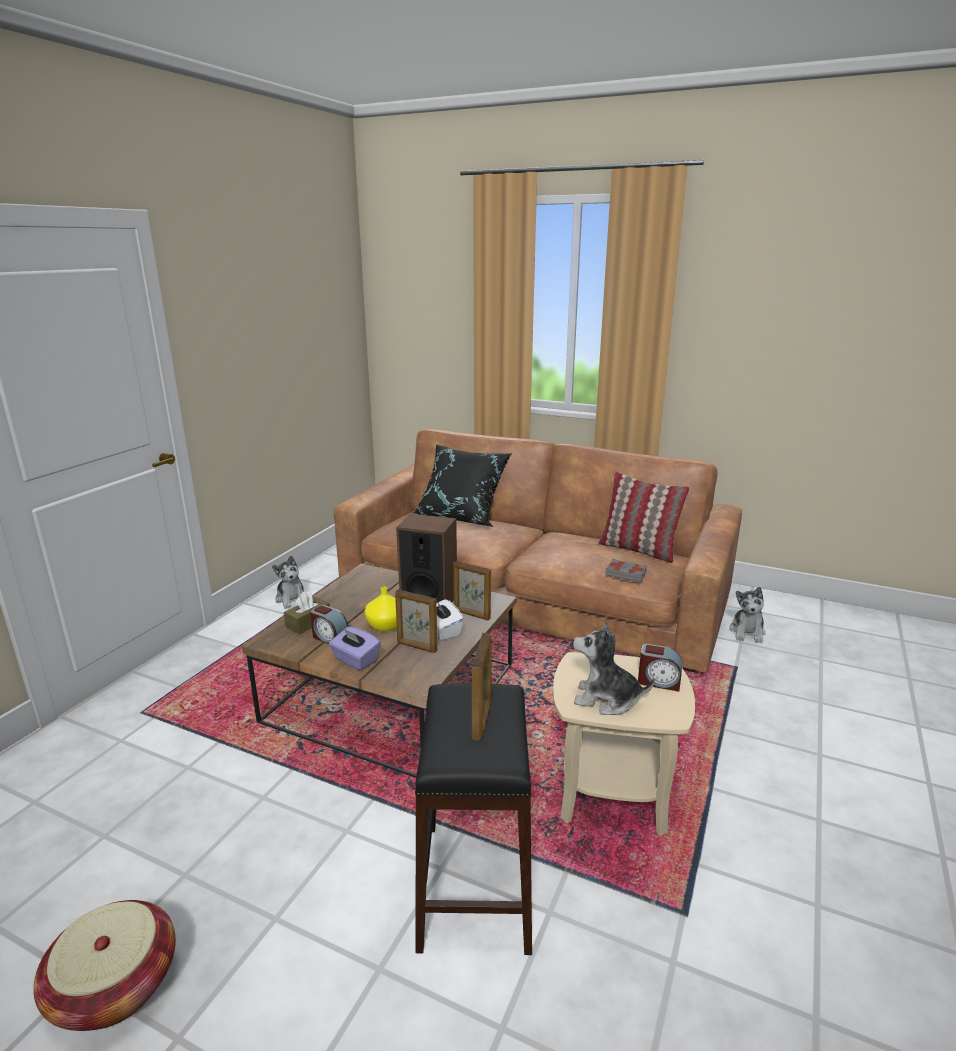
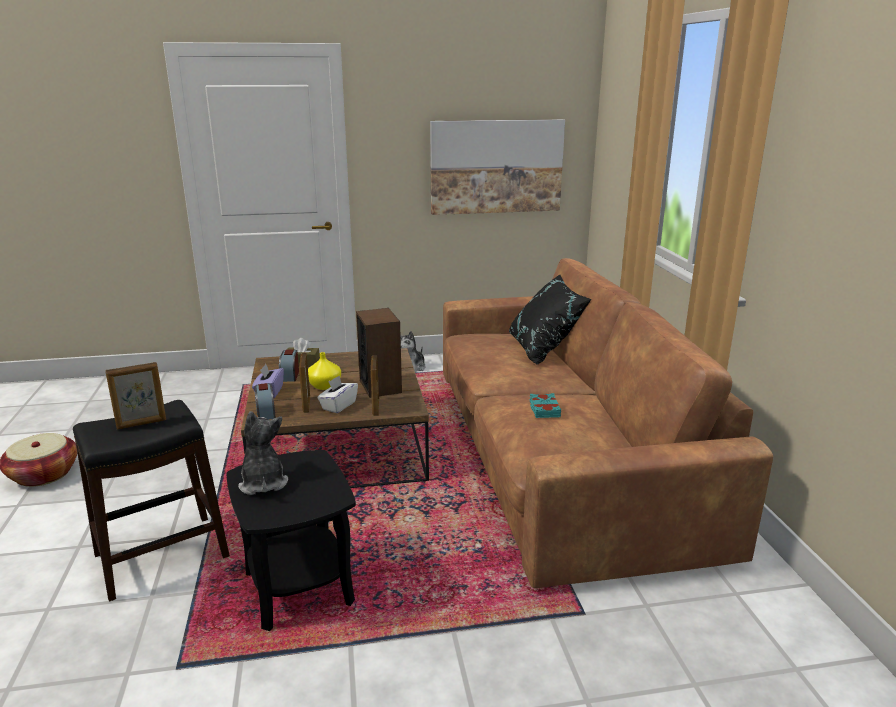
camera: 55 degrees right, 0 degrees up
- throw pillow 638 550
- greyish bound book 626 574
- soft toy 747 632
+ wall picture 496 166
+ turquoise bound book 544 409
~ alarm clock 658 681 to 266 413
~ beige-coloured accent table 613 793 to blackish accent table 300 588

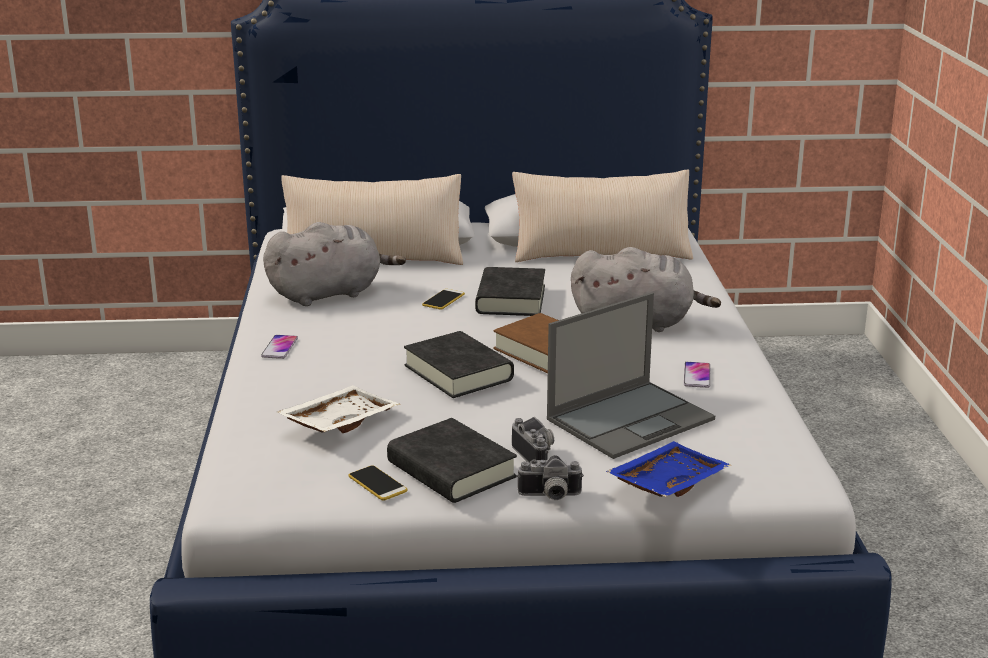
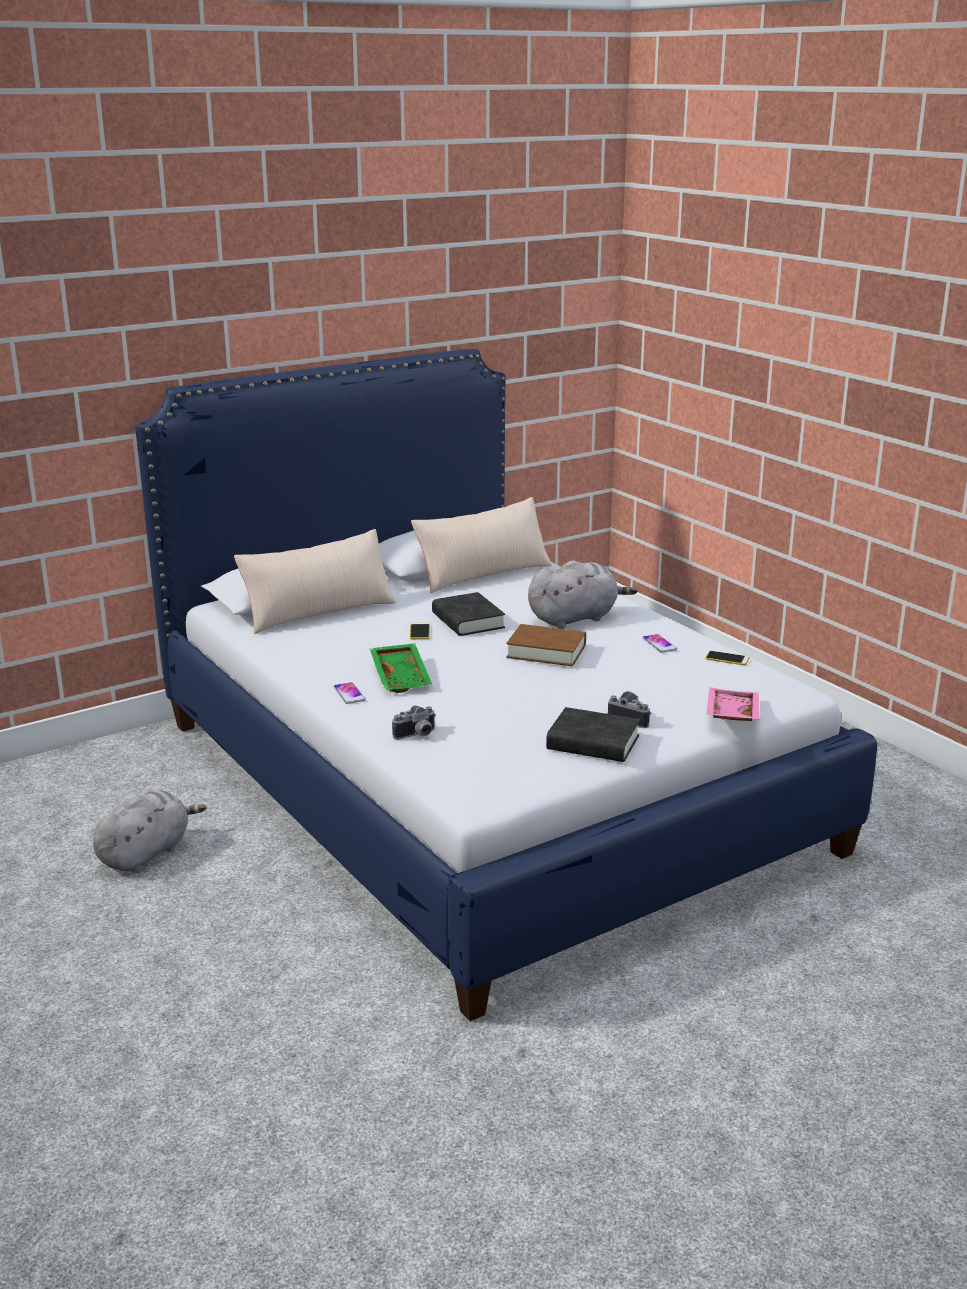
camera: 30 degrees left, 0 degrees up
- whitish carrying tray 338 422
- blackish bound book 458 373
- portable computer 631 419
+ green carrying tray 402 677
~ greyish soft toy 329 293 to 146 853
~ phone 377 484 to 727 659
~ still camera 550 496 to 417 735
~ bluish carrying tray 666 483 to pink-coloured carrying tray 730 714

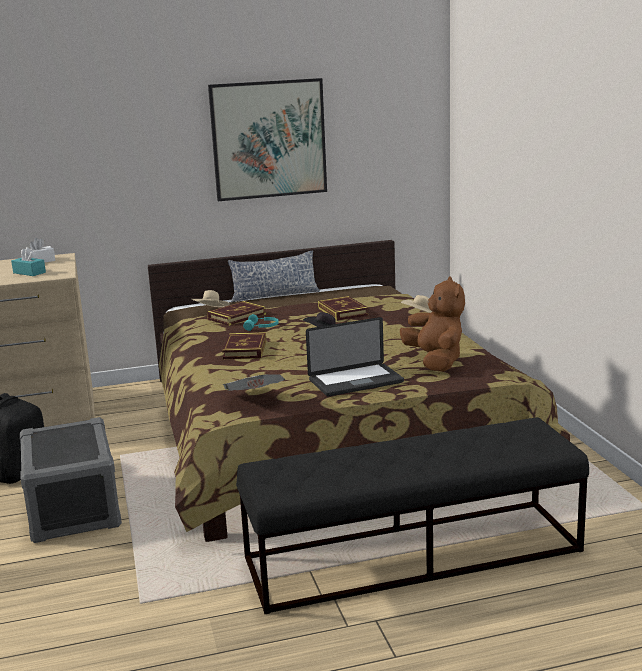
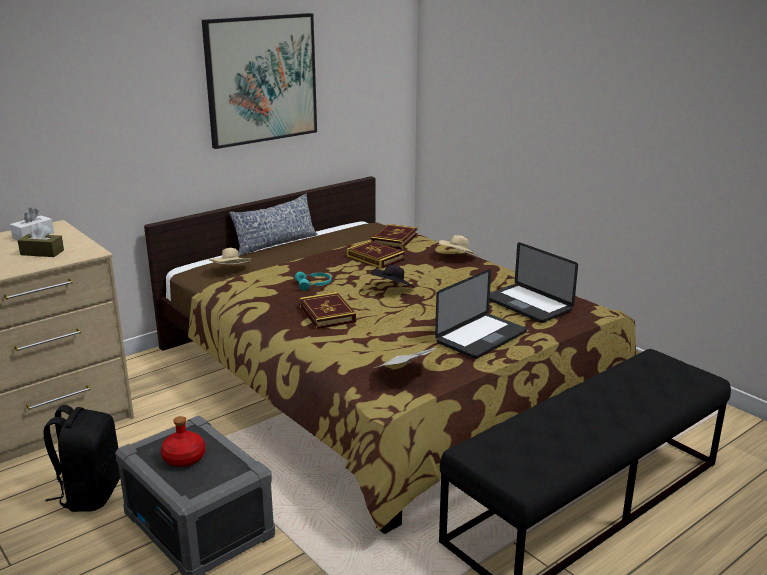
camera: 25 degrees left, 5 degrees up
+ red bottle 184 459
~ bound book 237 316 to 394 240
~ brownish soft toy 435 361 to portable computer 528 304
~ turquoise tissue holder 29 273 to brownish tissue holder 42 252

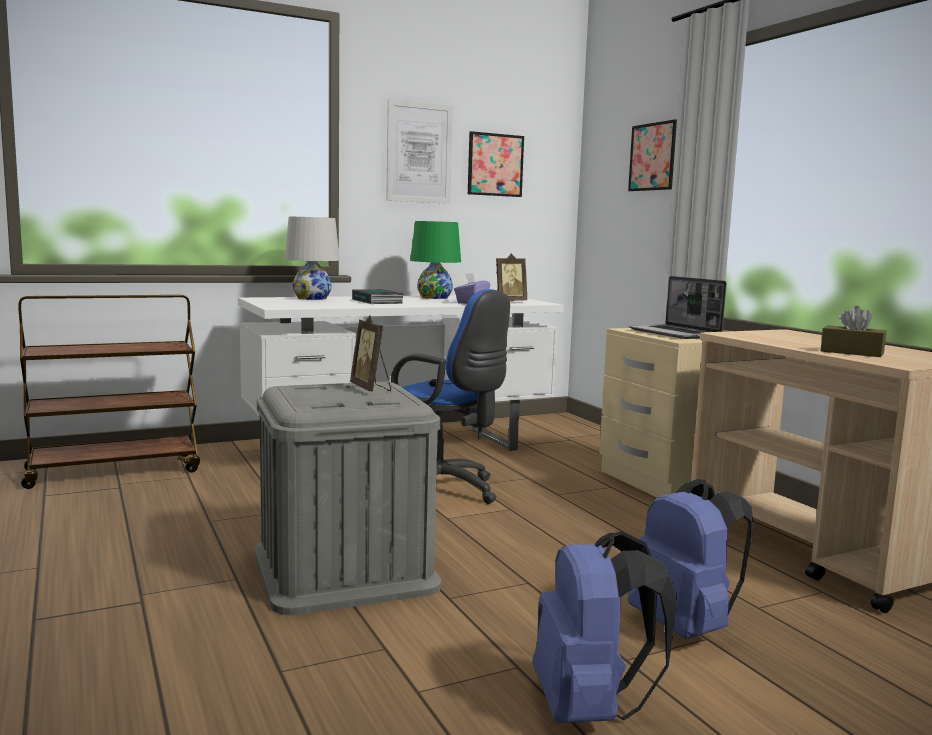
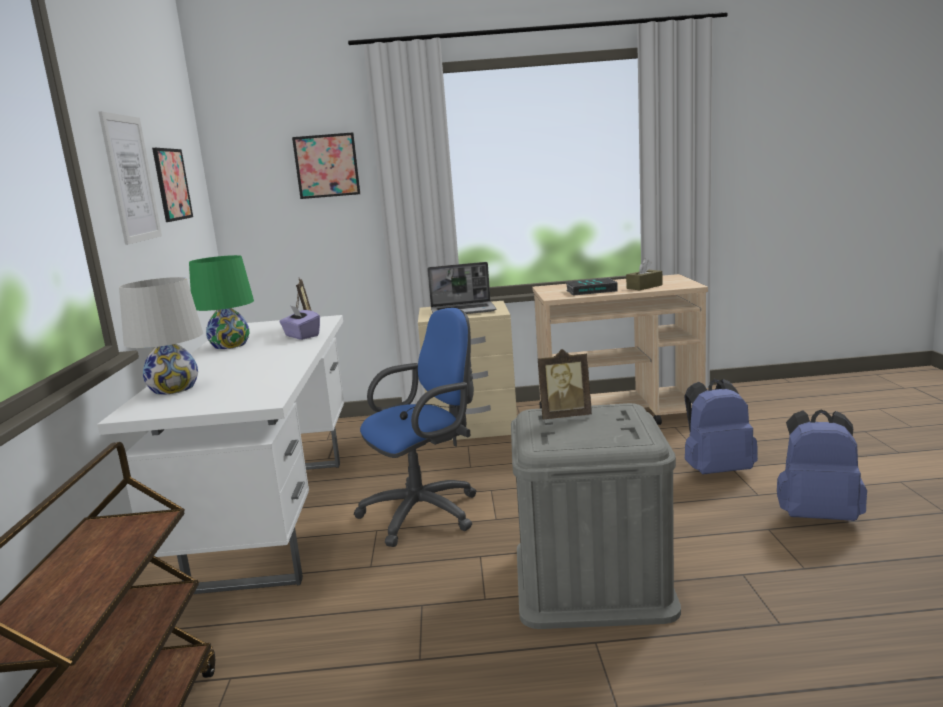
camera: 65 degrees left, 5 degrees up
~ bound book 378 301 to 591 290

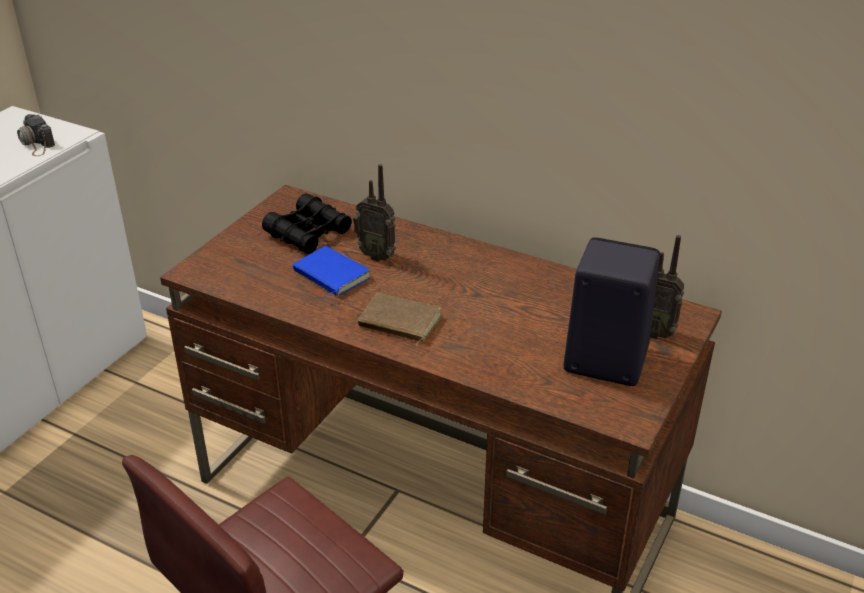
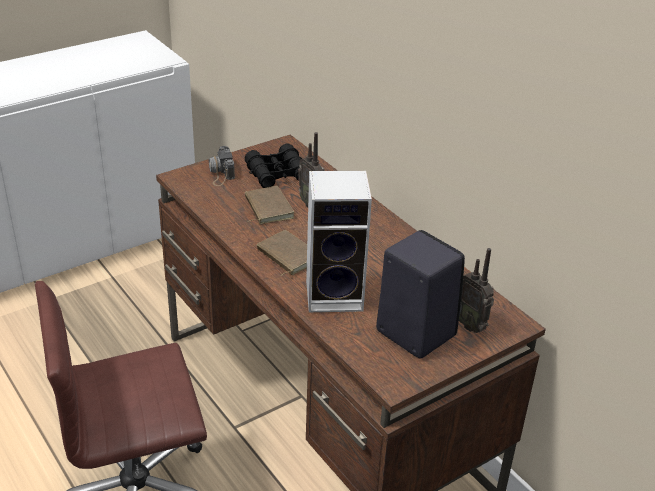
camera: 25 degrees right, 0 degrees up
+ loudspeaker 336 295
~ still camera 36 143 to 221 172
~ bluish bound book 329 276 to brownish bound book 267 208

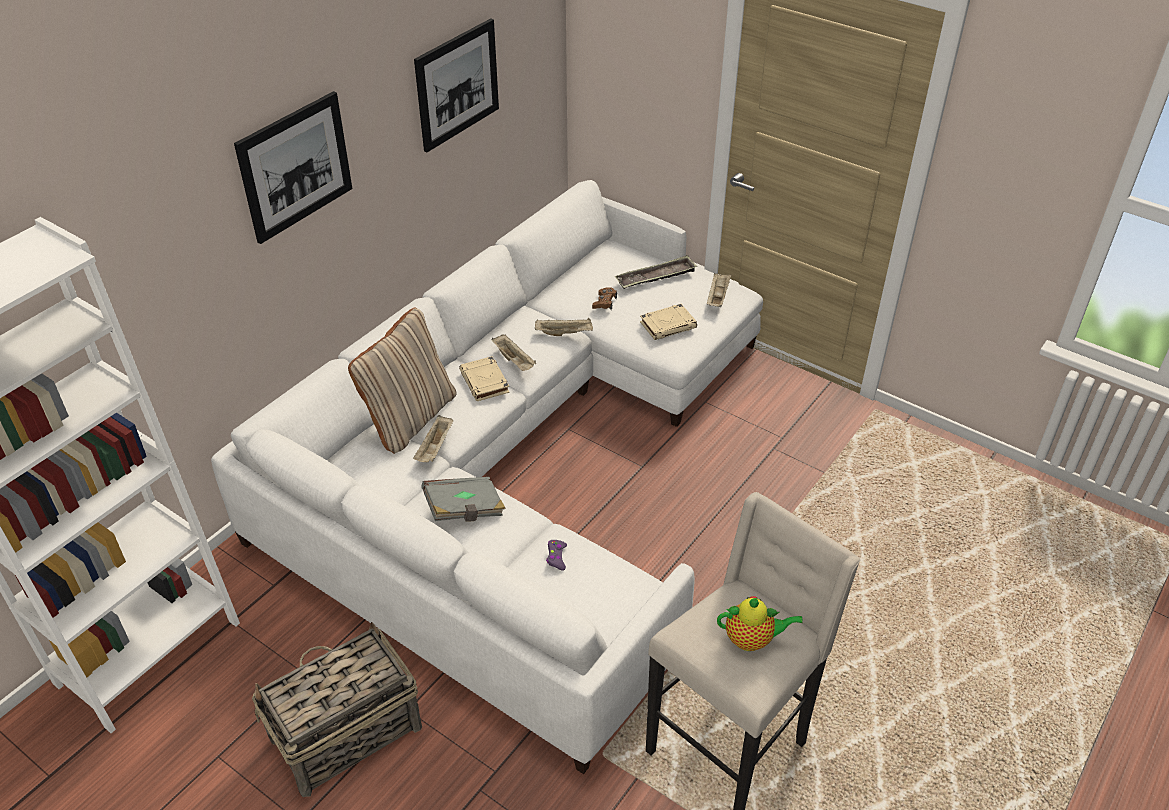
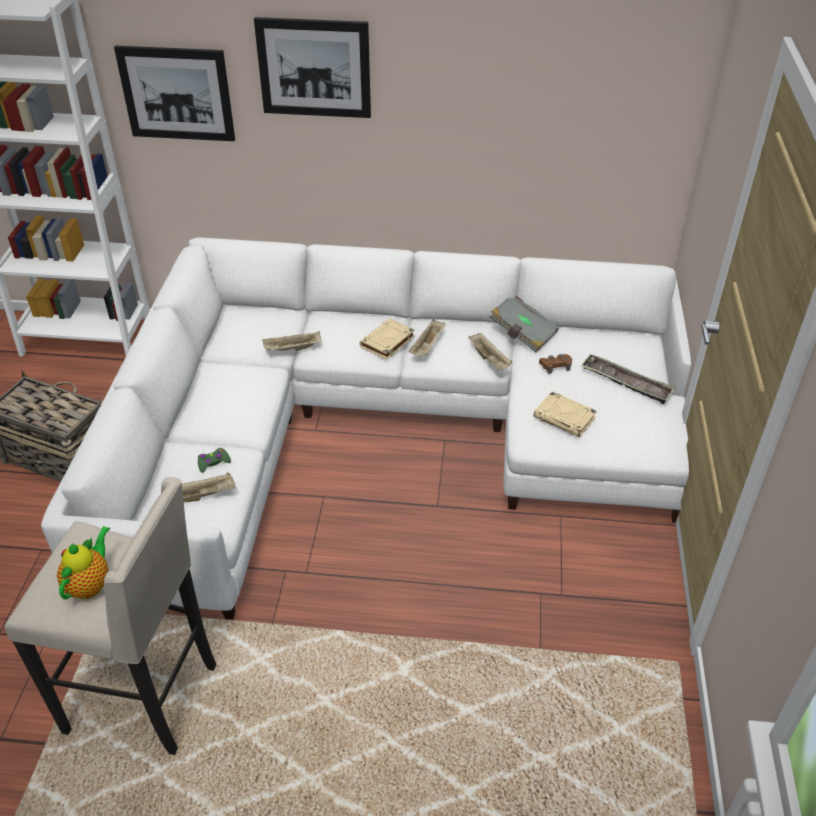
camera: 60 degrees right, 0 degrees up
- beige-coloured throw pillow 410 418
~ wall picture 457 84 to 176 94
~ greyish bound book 464 510 to 522 333
~ beige-coloured carrying tray 717 297 to 203 495
~ purple gamepad 556 557 to green gamepad 213 463
~ pot for tea 752 640 = 90 584 135 degrees counterclockwise

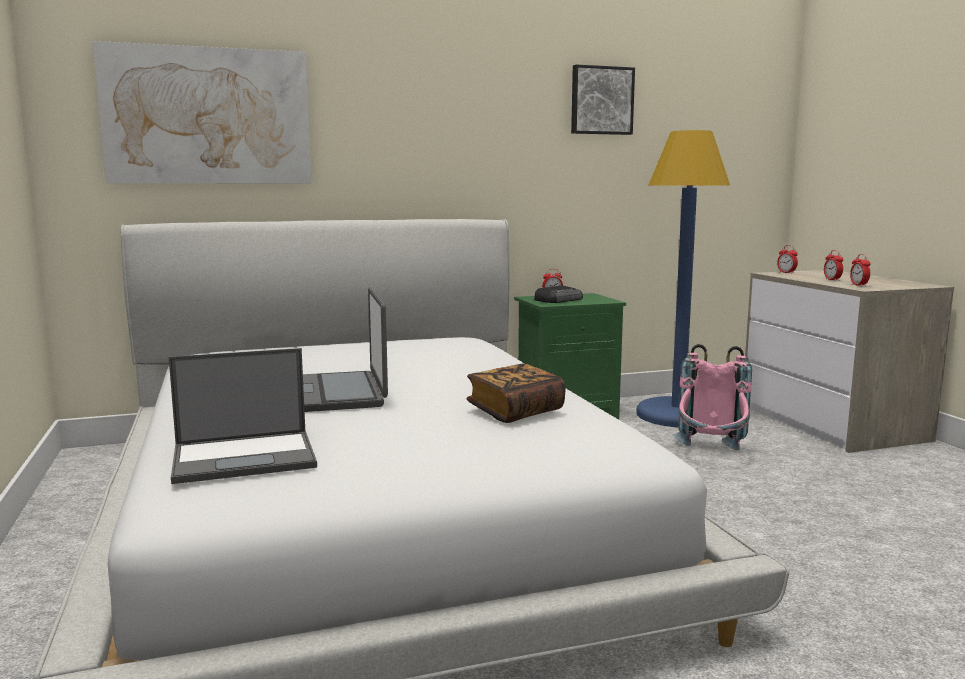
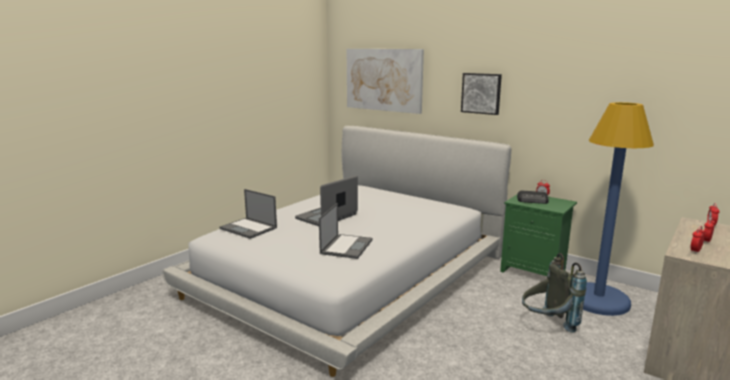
camera: 55 degrees right, 5 degrees up
~ wall picture 601 100 to 481 93
~ bound book 515 411 to portable computer 346 246
~ pink-coloured knapsack 711 454 to greyish knapsack 547 325

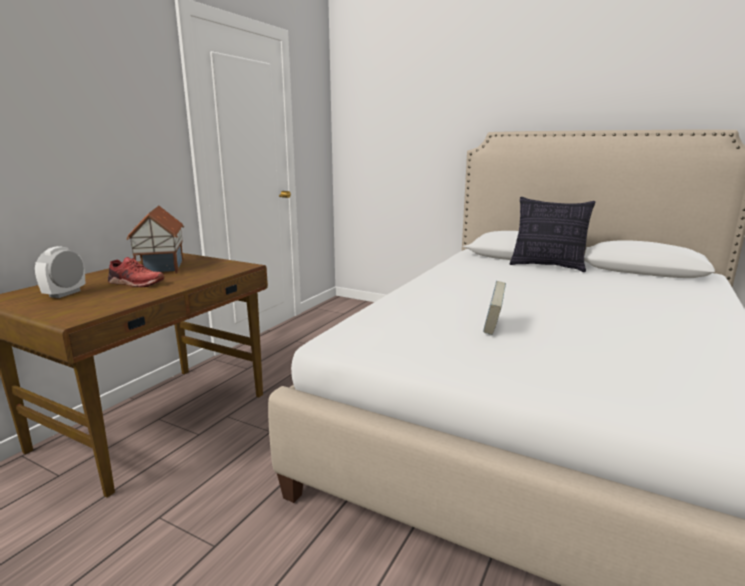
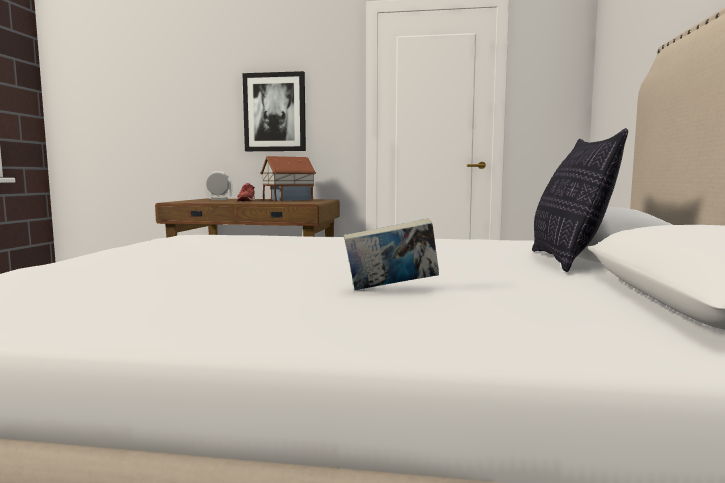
camera: 70 degrees right, 10 degrees down
+ wall picture 275 112
~ bound book 493 327 to 391 289

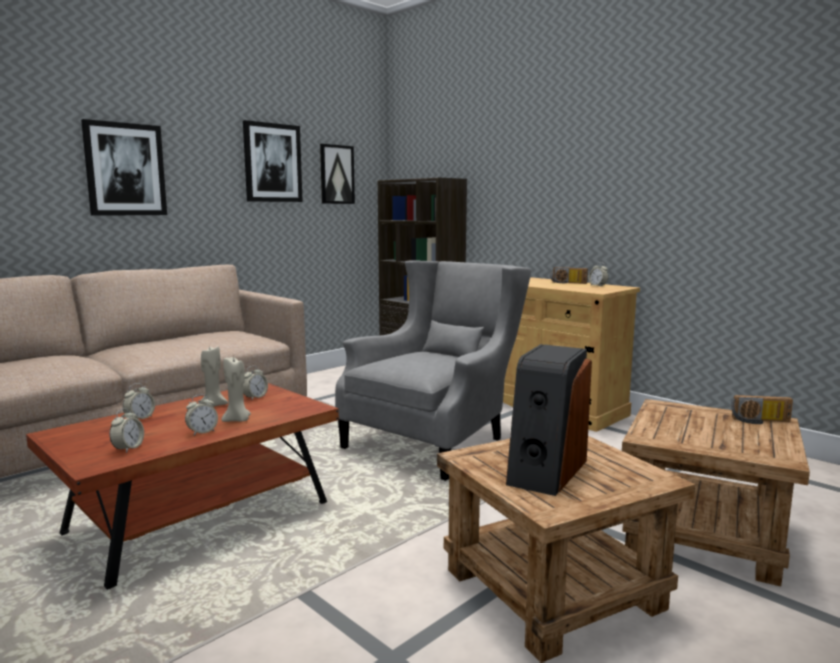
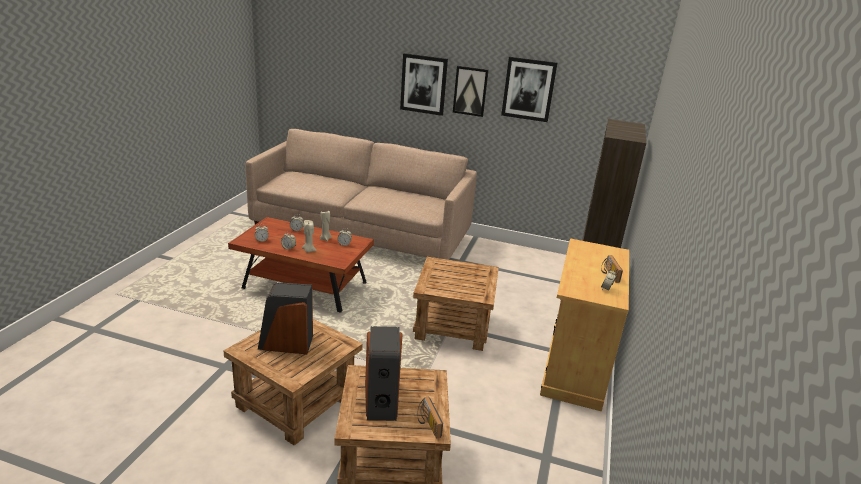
camera: 60 degrees right, 15 degrees up
+ loudspeaker 382 400
~ wall picture 336 174 to 470 91
~ greyish easy chair 436 441 to brownish accent table 453 327

